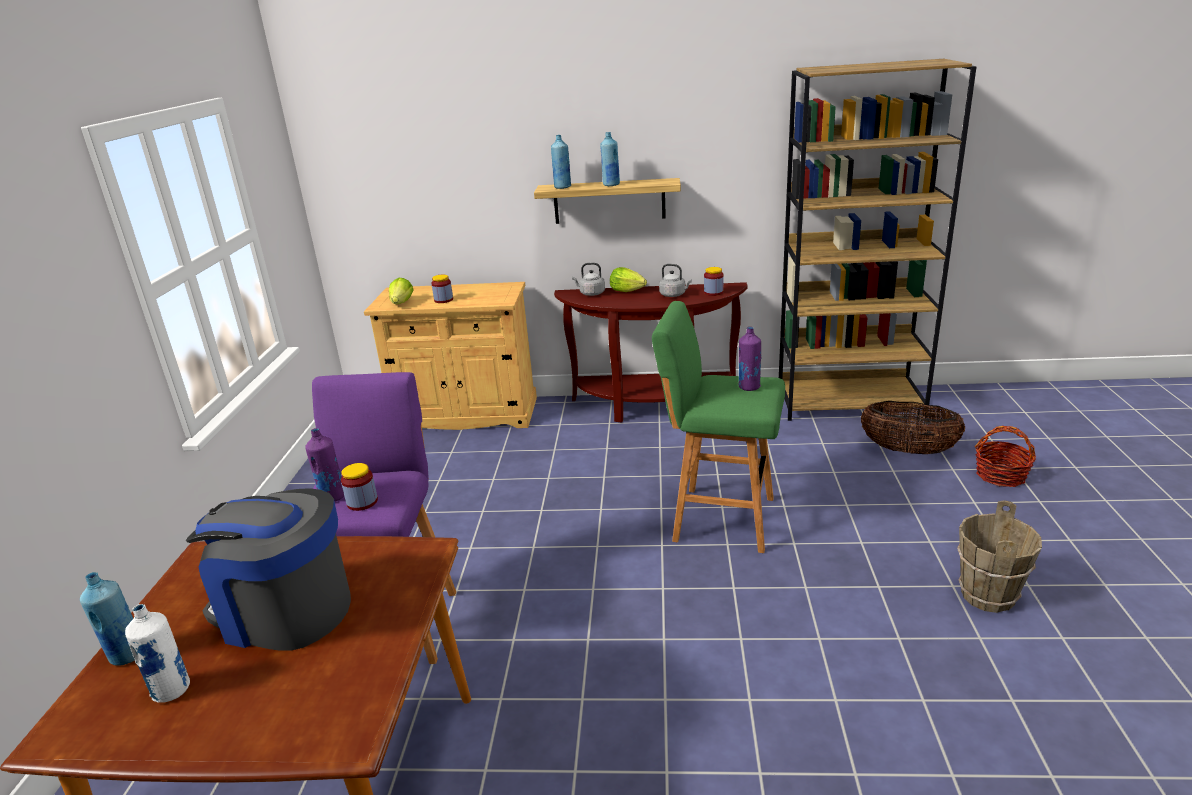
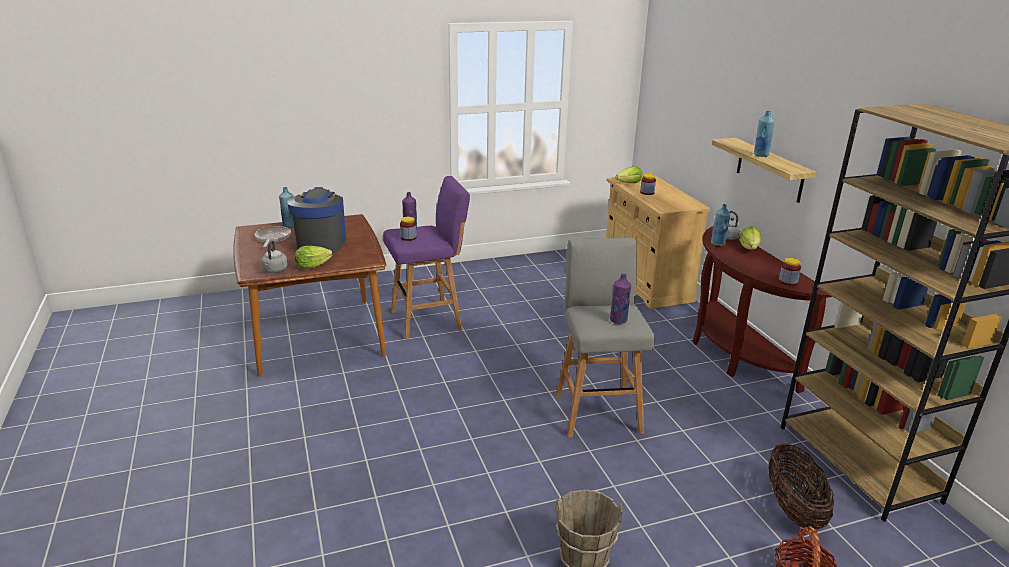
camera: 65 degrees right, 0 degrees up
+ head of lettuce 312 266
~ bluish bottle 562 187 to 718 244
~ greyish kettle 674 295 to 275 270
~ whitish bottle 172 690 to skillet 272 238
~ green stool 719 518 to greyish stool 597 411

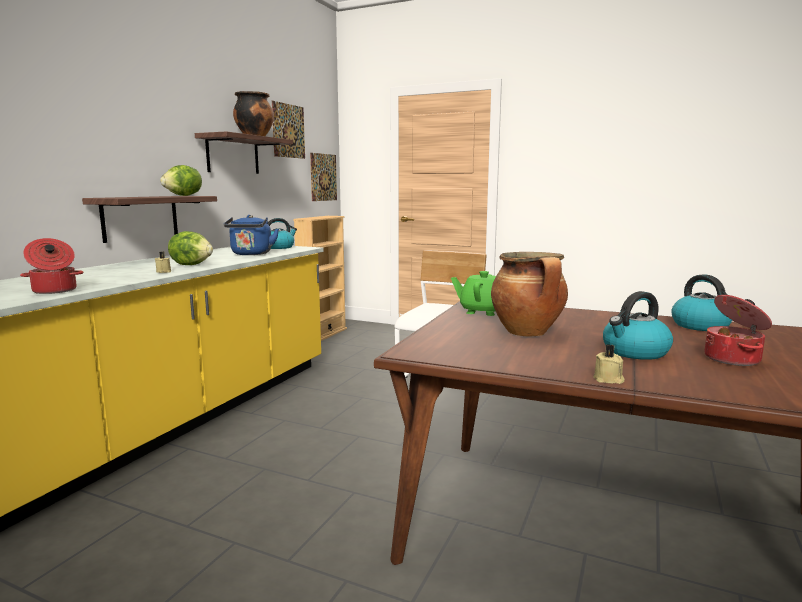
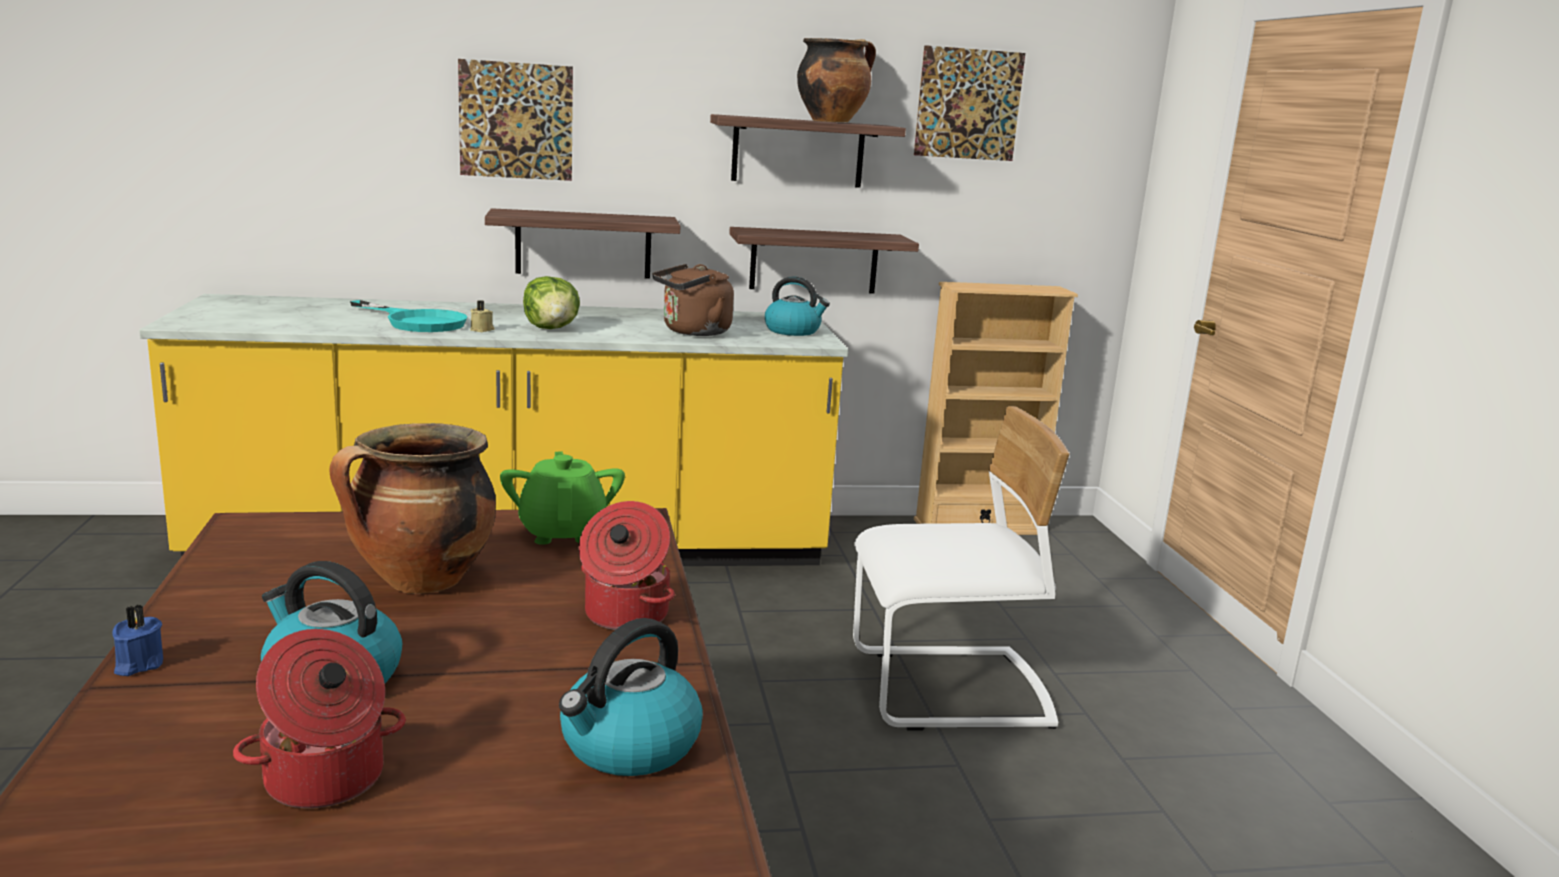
camera: 55 degrees right, 5 degrees up
- head of lettuce 184 195
+ turquoise skillet 417 322
+ wall shelf 814 261
~ stockpot 54 291 to 624 615
~ wall picture 323 177 to 516 121
~ bluish kettle 251 254 to brownish kettle 693 332
~ beige-coloured wax light 608 380 to bluish wax light 137 664

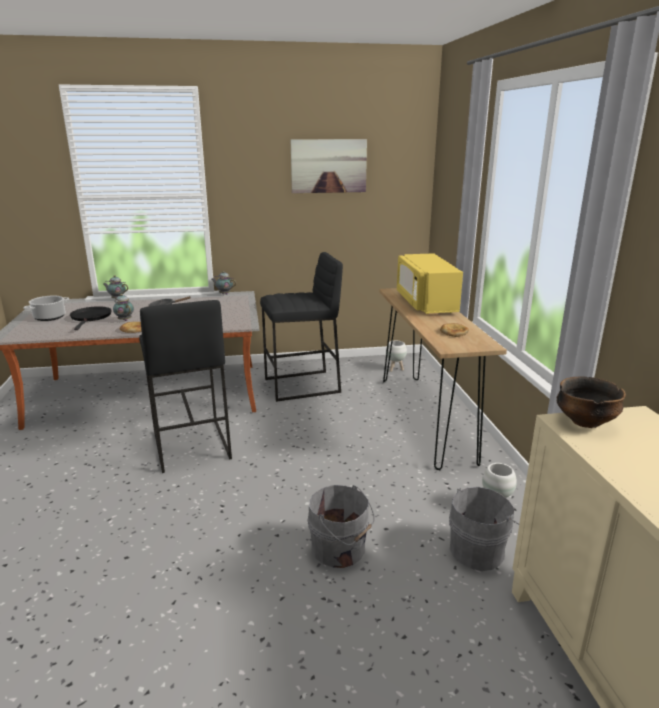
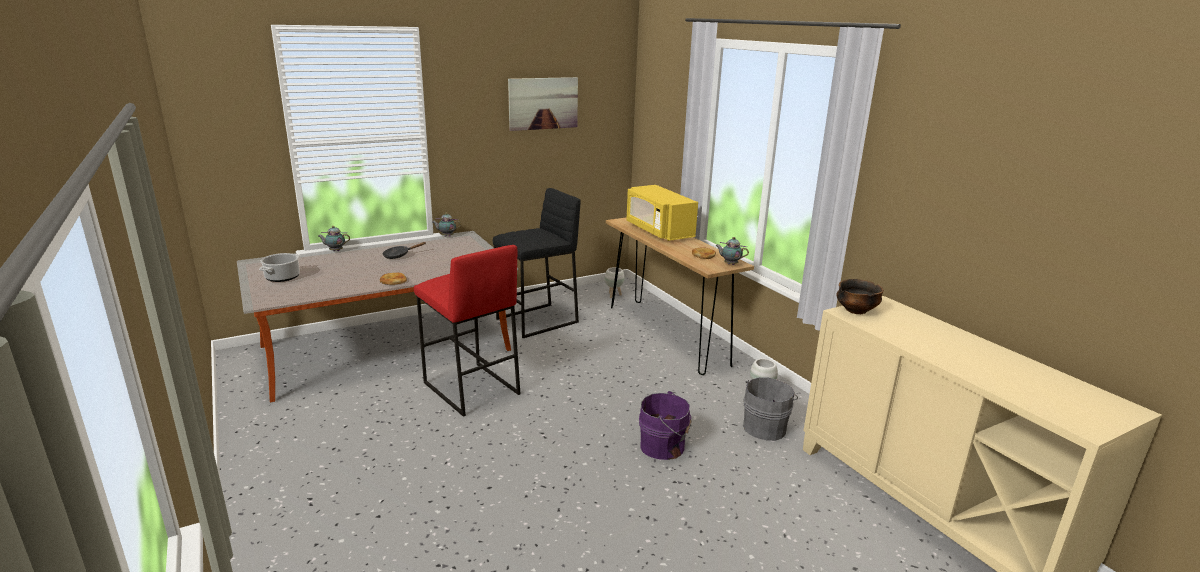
camera: 20 degrees left, 0 degrees up
- blackish skillet 90 317
~ pot for tea 124 320 to 730 264
~ blackish stool 190 445 to red stool 470 388
~ greyish bucket 340 550 to purple bucket 664 447

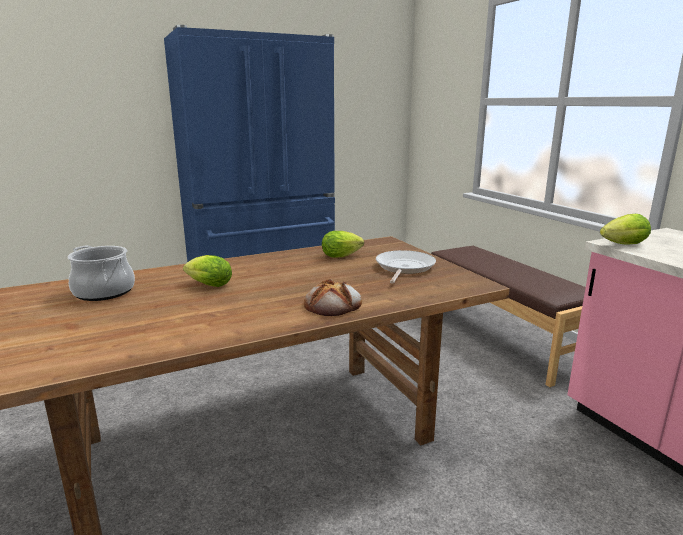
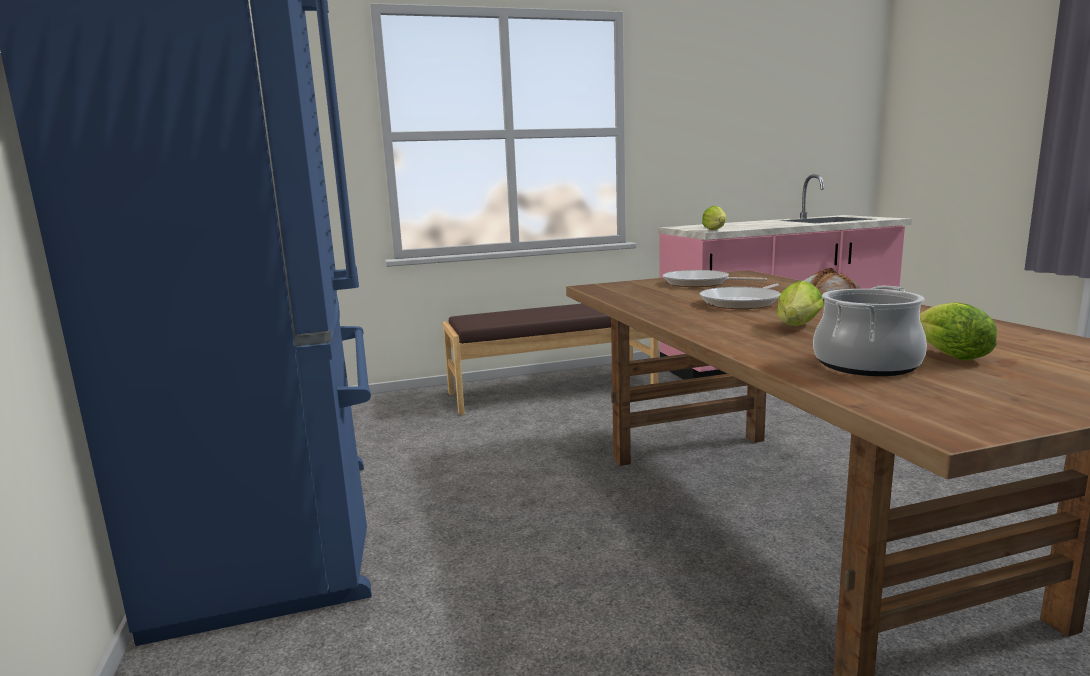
camera: 80 degrees left, 5 degrees down
+ skillet 742 302
~ head of lettuce 343 256 to 946 355

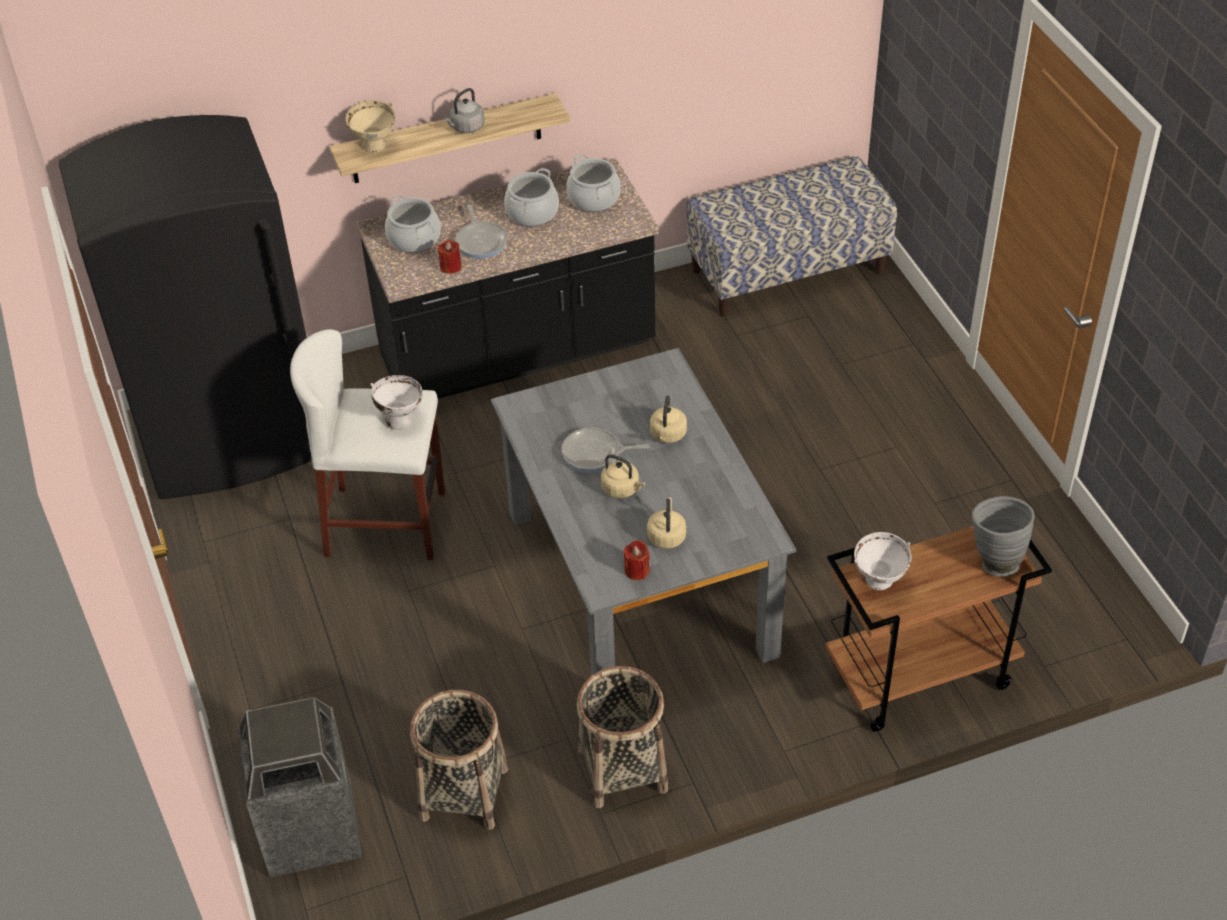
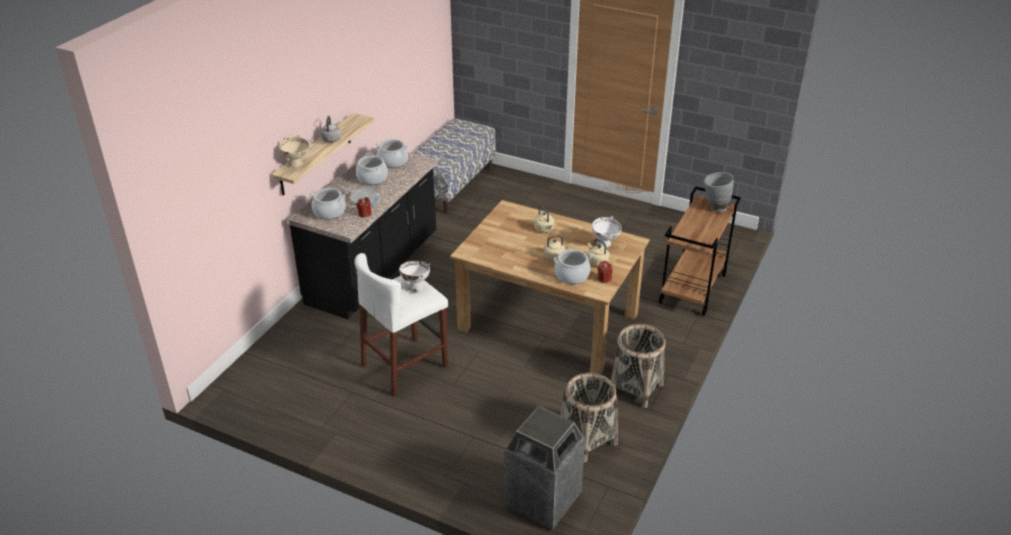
camera: 45 degrees left, 10 degrees down
- blackish fridge 234 437
- skillet 595 454
+ stockpot 572 275
~ whitish bowl 880 582 to 605 244
~ greyish kitchen table 641 583 to brownish kitchen table 549 321

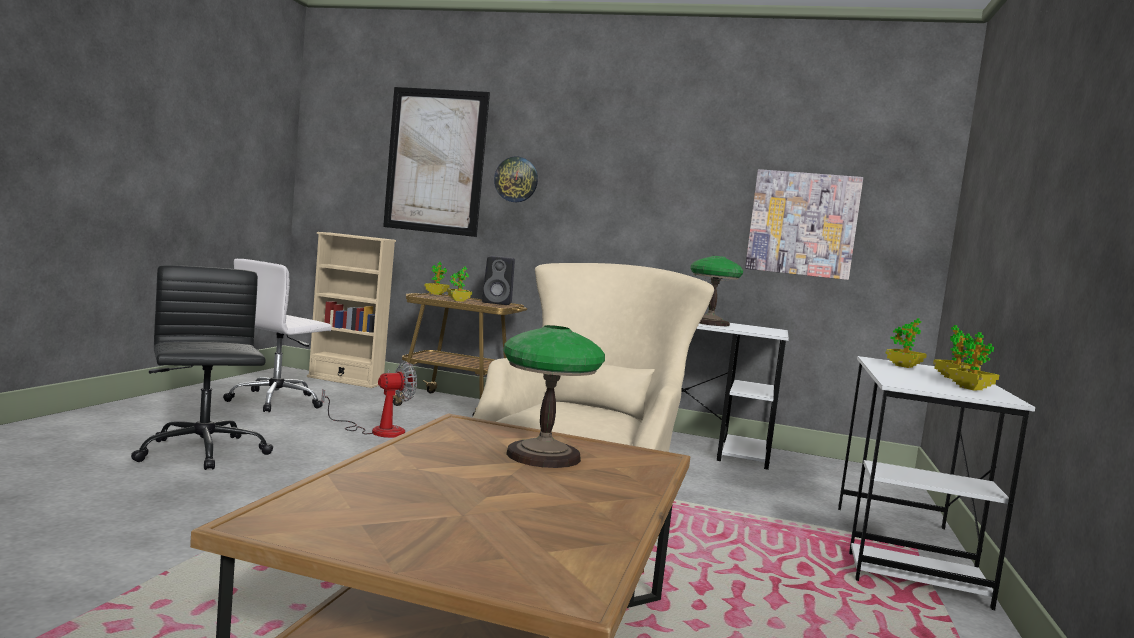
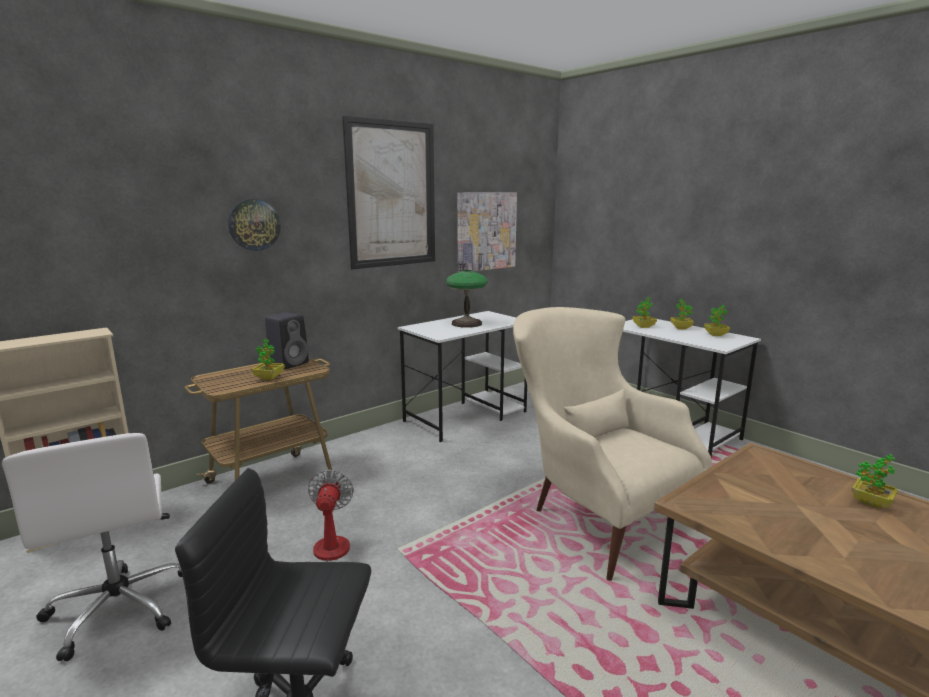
camera: 55 degrees left, 10 degrees up
- lamp for a table 544 456
~ wall picture 435 161 to 392 195
~ houseplant 436 294 to 871 503

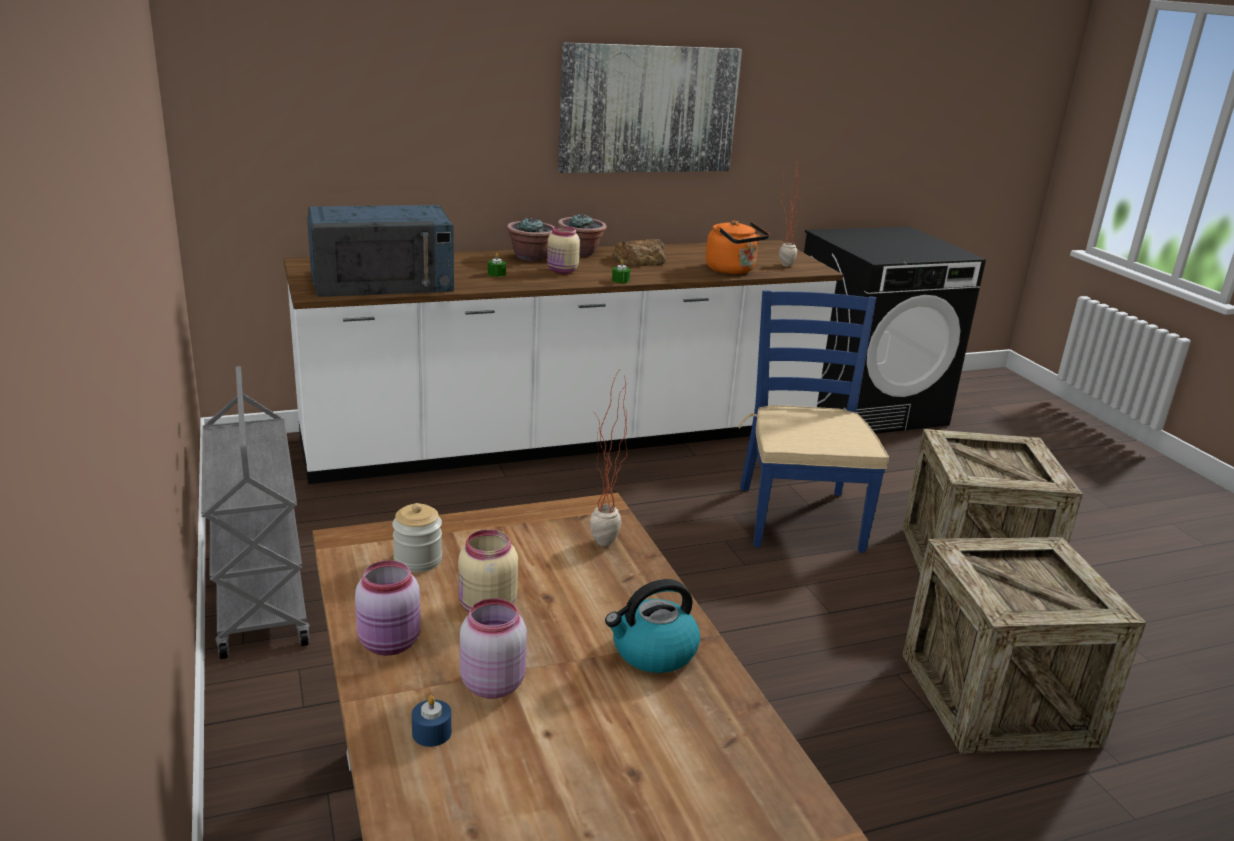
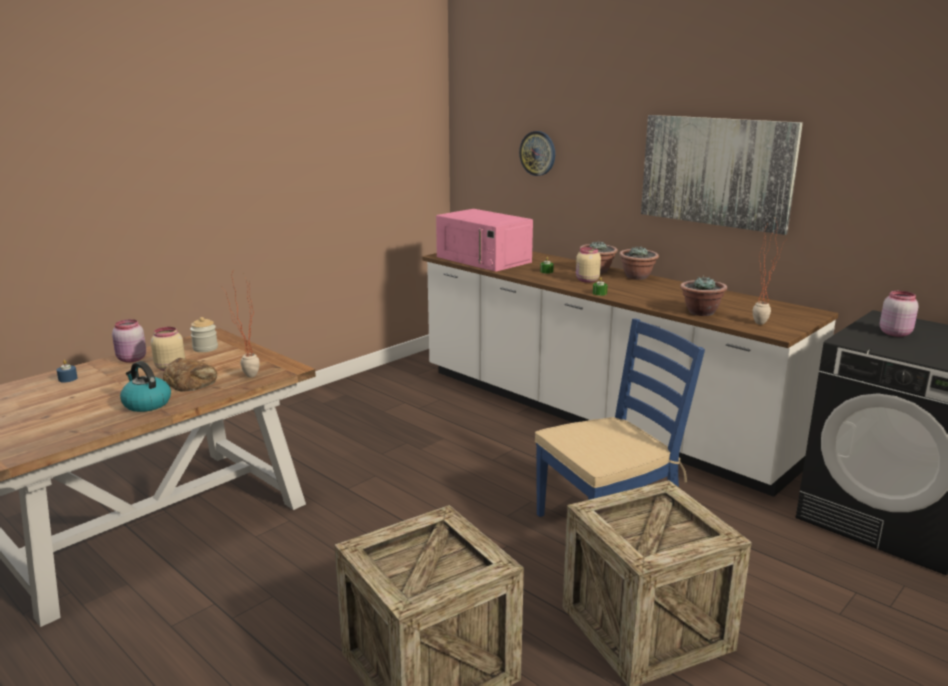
camera: 65 degrees right, 5 degrees down
- greyish cart 259 595
+ wall clock 538 153
~ pink-coloured storage jar 491 683 to 895 333
~ bread 640 259 to 191 381
~ orange-coloured kettle 733 270 to houseplant 700 312
~ bluish kitchen microwave 383 281 to pink-coloured kitchen microwave 484 259

